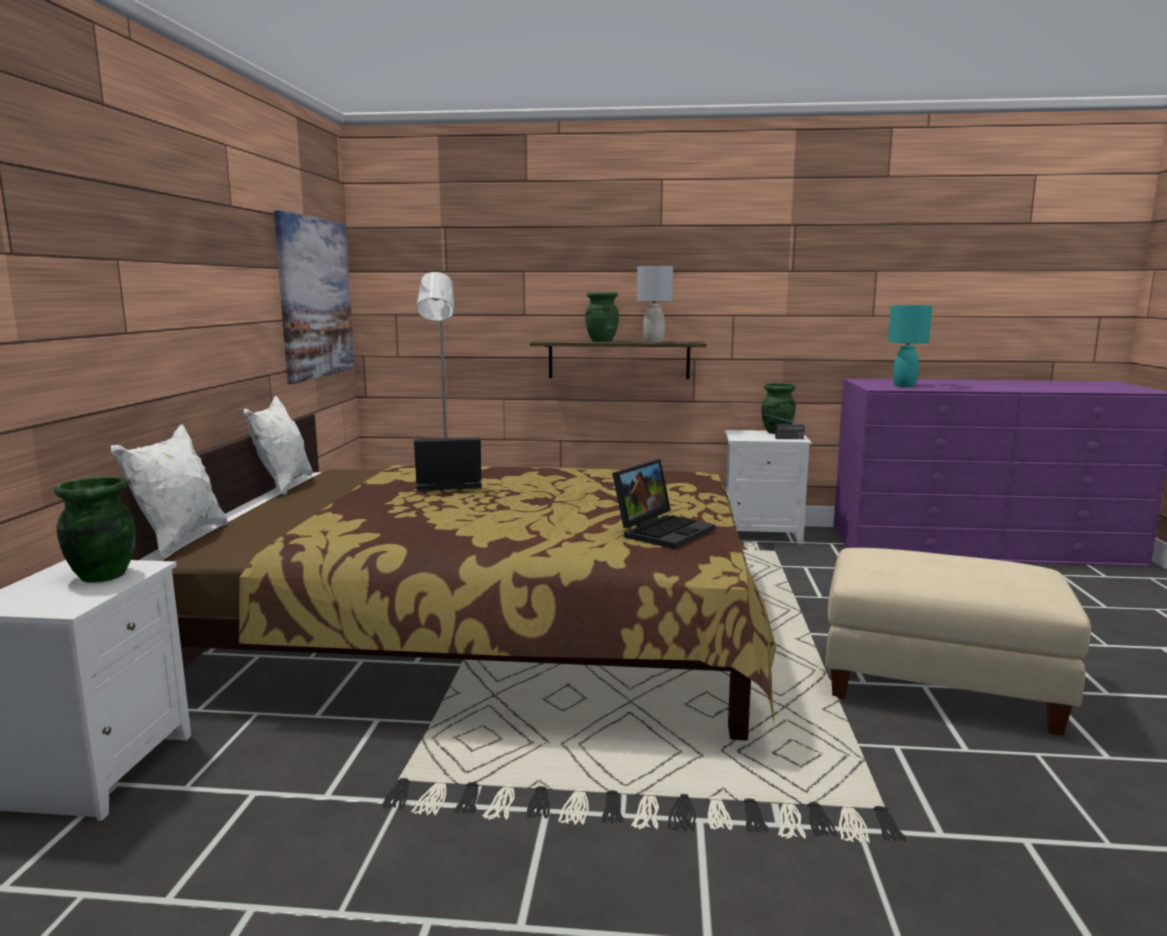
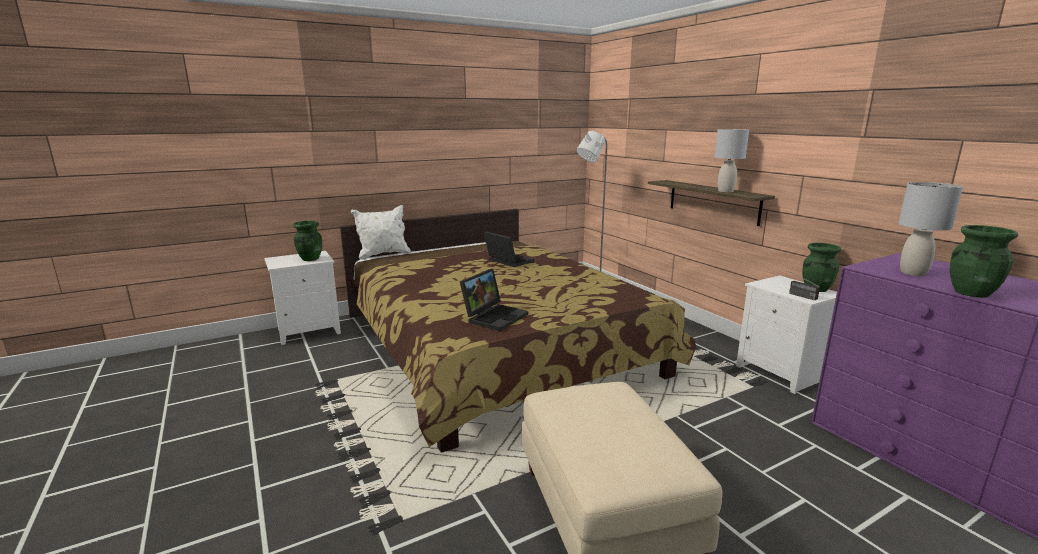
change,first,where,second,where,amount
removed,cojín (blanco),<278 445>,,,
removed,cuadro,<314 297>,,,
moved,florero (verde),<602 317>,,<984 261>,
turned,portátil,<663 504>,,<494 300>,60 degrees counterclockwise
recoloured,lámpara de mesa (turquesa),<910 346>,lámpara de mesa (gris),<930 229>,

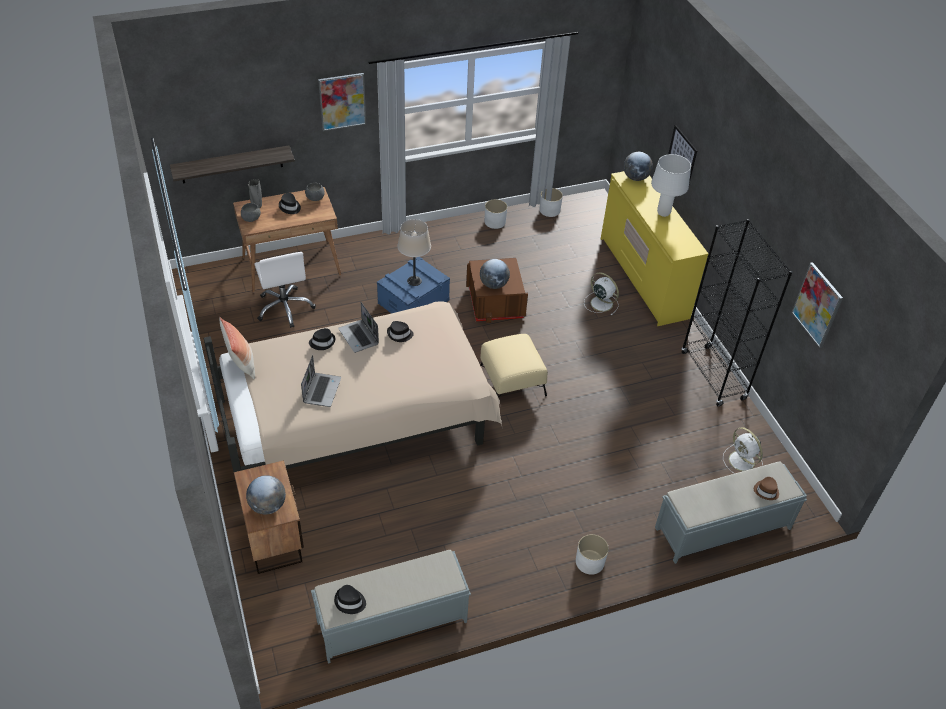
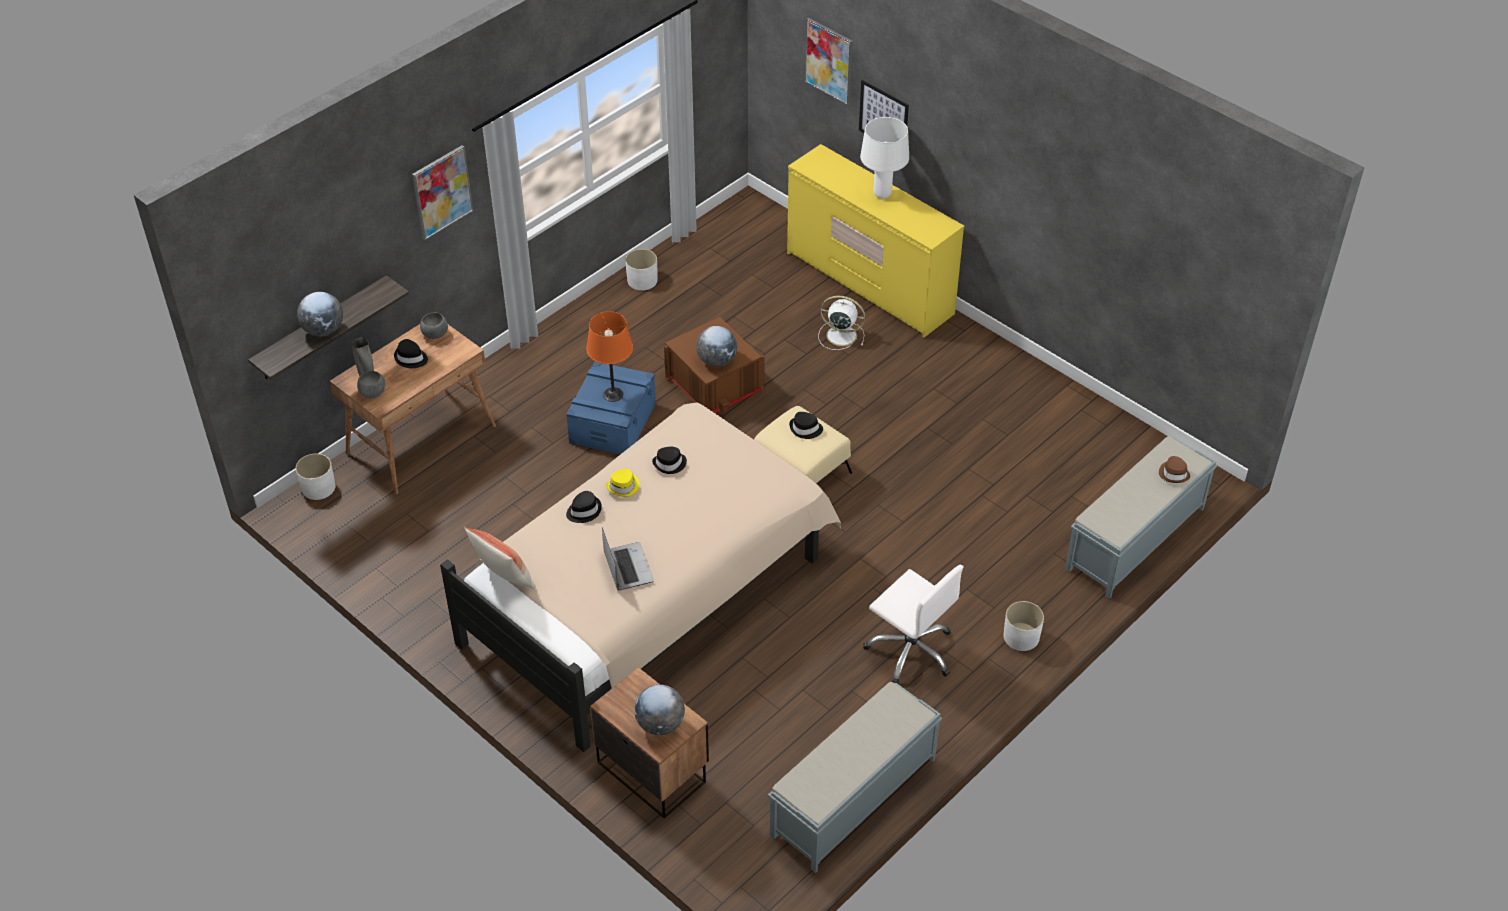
change,first,where,second,where,amount
moved,silla de oficina (blanco),<285 290>,,<913 624>,
moved,sombrero (negro),<350 599>,,<806 425>,
replaced,portátil,<358 327>,sombrero (amarillo),<623 483>,
recoloured,lámpara de mesa (beis),<414 252>,lámpara de mesa (naranja),<609 356>,
moved,maceta (blanco),<551 202>,,<315 476>,
moved,globo terráqueo,<638 166>,,<320 314>,
removed,estantería (negro),<736 312>,,,
removed,ventilador (blanco),<743 450>,,,
moved,cuadro,<817 305>,,<829 62>,

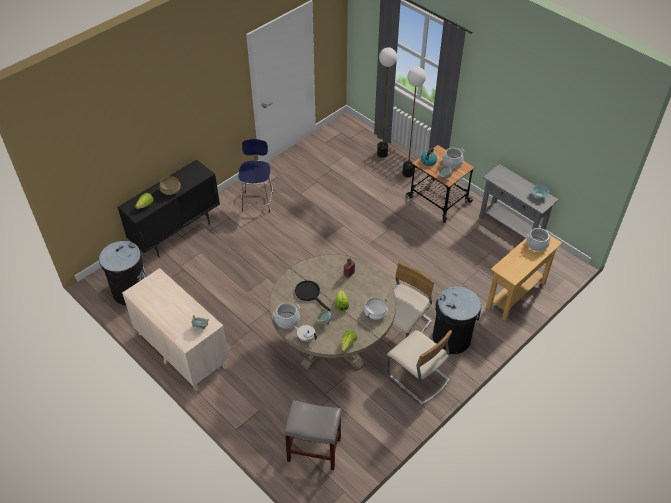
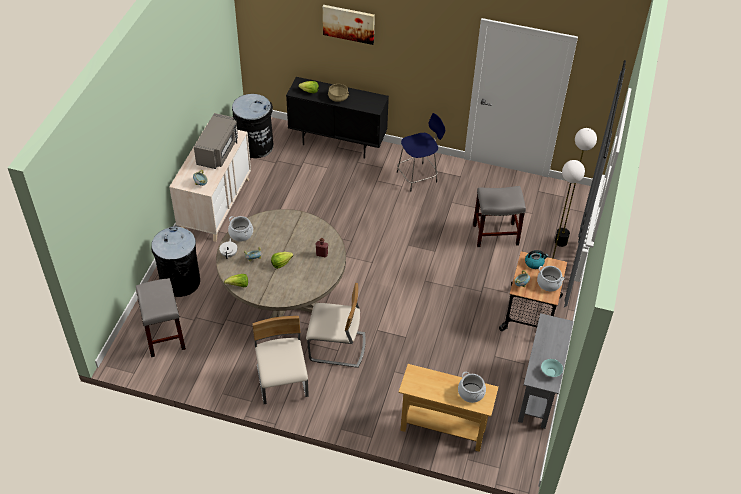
change,first,where,second,where,amount
removed,sartén (negro),<312 296>,,,
removed,olla (blanco),<376 308>,,,
turned,silla (beis),<419 367>,,<280 360>,150 degrees clockwise
moved,papelera (negro),<456 320>,,<175 261>,
added,,,microondas (gris),<216 141>,
added,,,cuadro,<349 25>,
added,,,taburete (gris),<499 216>,

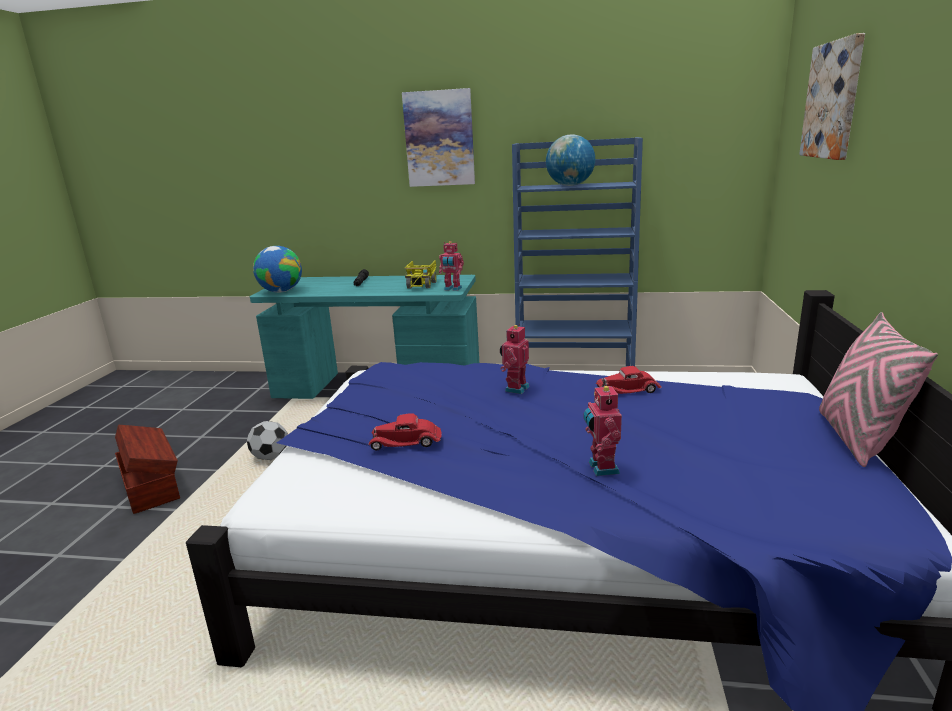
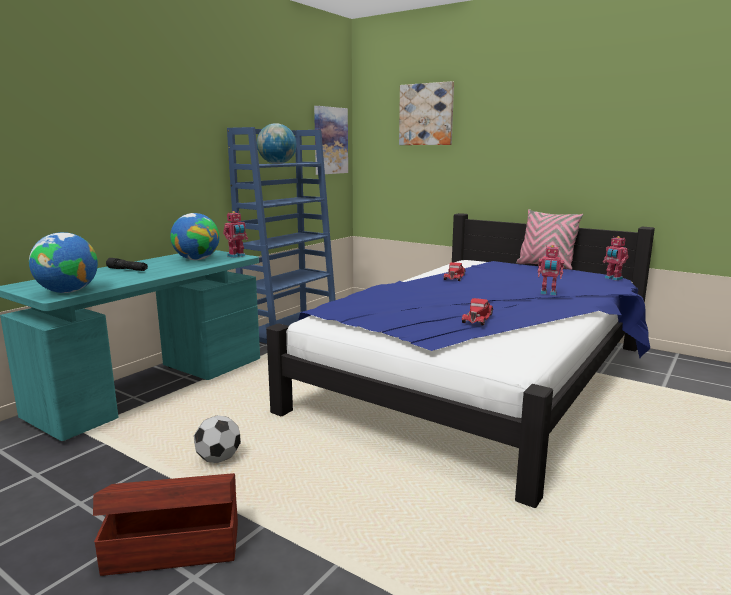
change,first,where,second,where,amount
moved,cuadro,<438 137>,,<331 140>,
replaced,camión de juguete,<420 274>,globo terráqueo,<194 236>,
moved,robot de juguete,<515 359>,,<616 258>,

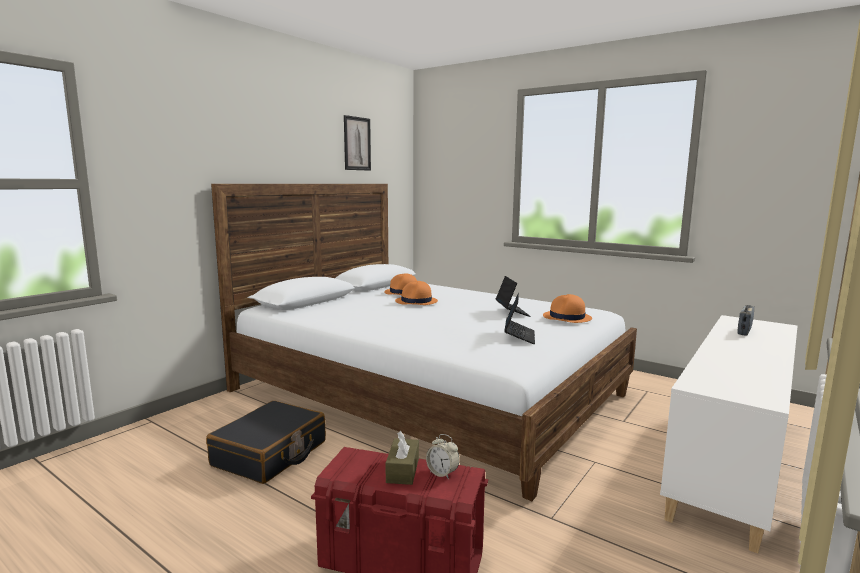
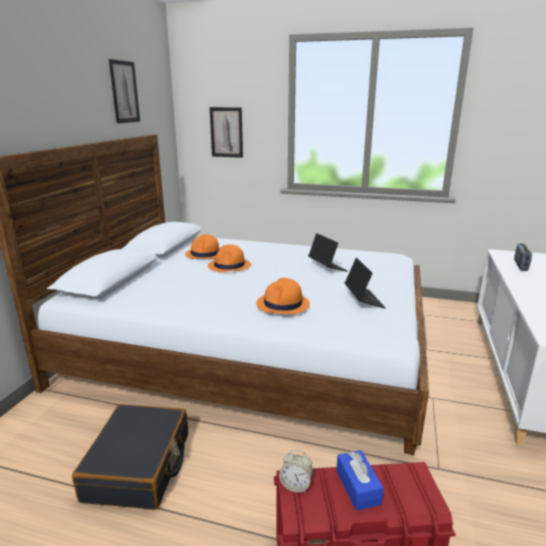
change,first,where,second,where,amount
recoloured,caja de pañuelos (marrón),<402 458>,caja de pañuelos (azul),<360 480>,
moved,despertador,<443 456>,,<296 471>,
moved,sombrero (naranja),<567 308>,,<283 296>,
added,,,cuadro,<226 132>,

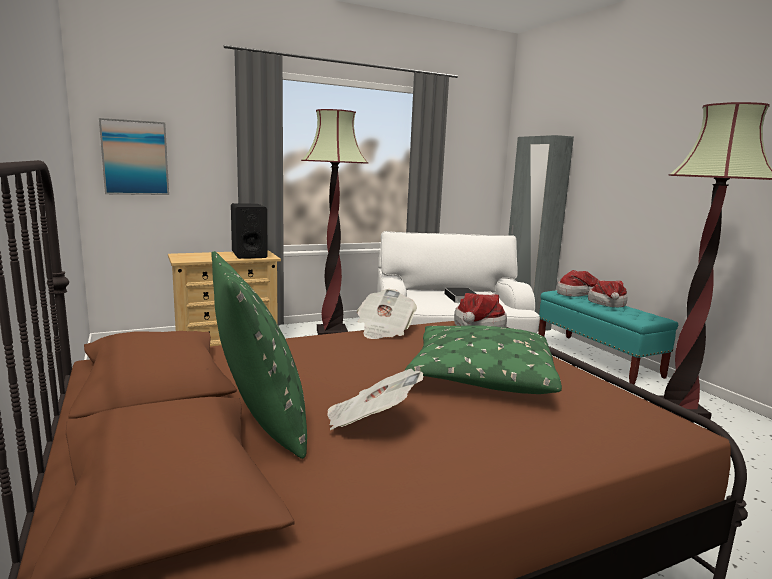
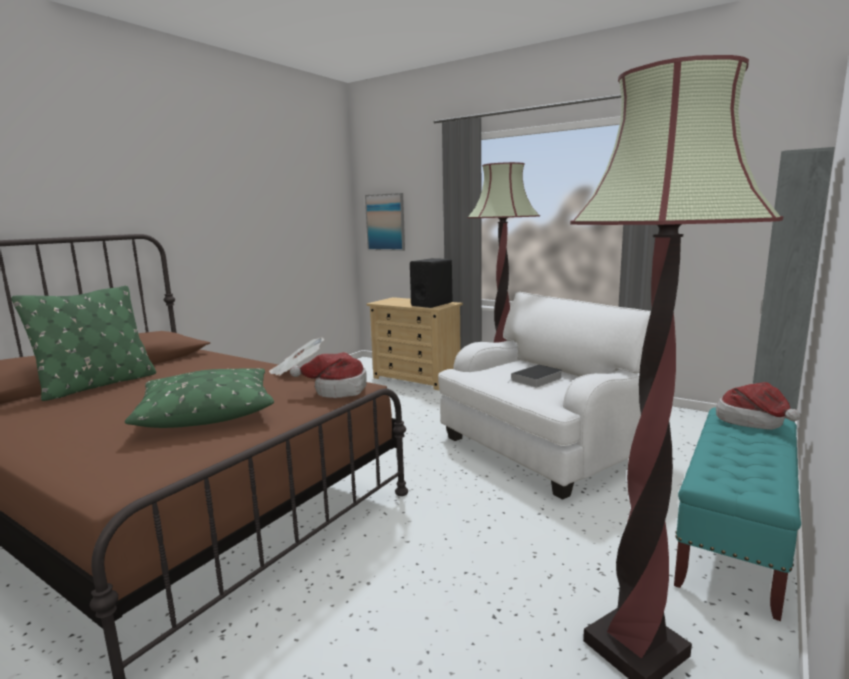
change,first,where,second,where,amount
removed,periódico,<375 399>,,,
removed,sombrero,<608 294>,,,

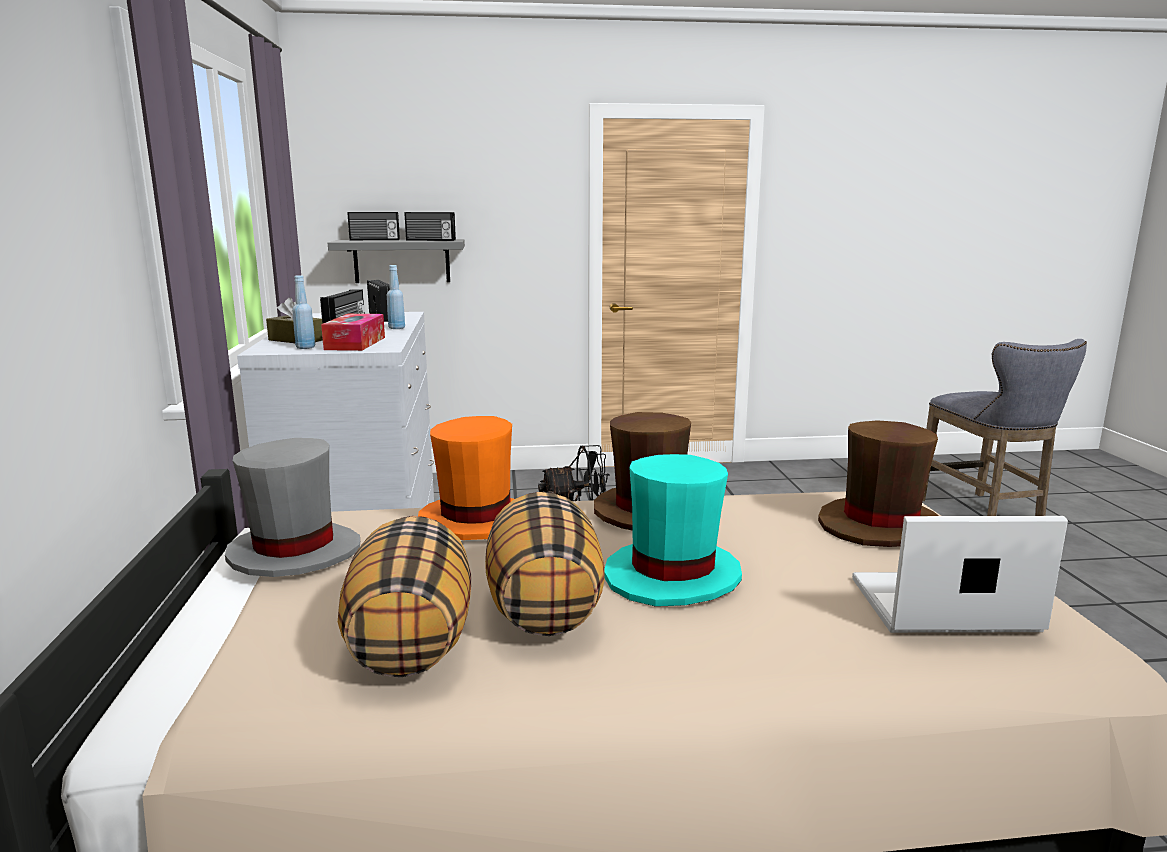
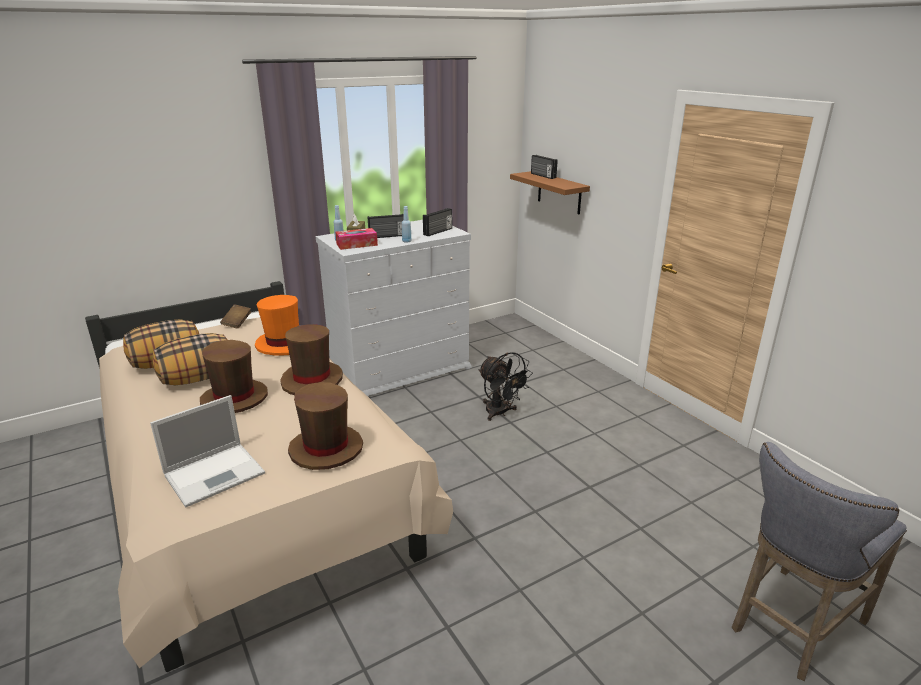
change,first,where,second,where,amount
replaced,sombrero (gris),<292 507>,libro (marrón),<235 316>,
recoloured,estante (gris),<396 261>,estante (marrón),<550 192>,
removed,radio,<430 226>,,,
recoloured,sombrero (turquesa),<673 530>,sombrero (marrón),<234 376>,
turned,portátil,<960 574>,,<207 451>,75 degrees clockwise

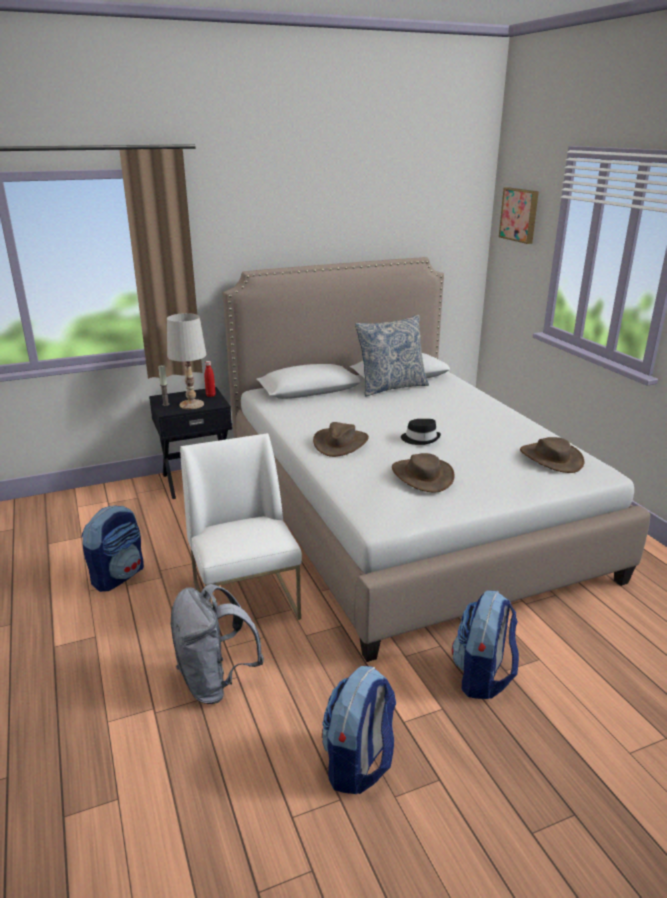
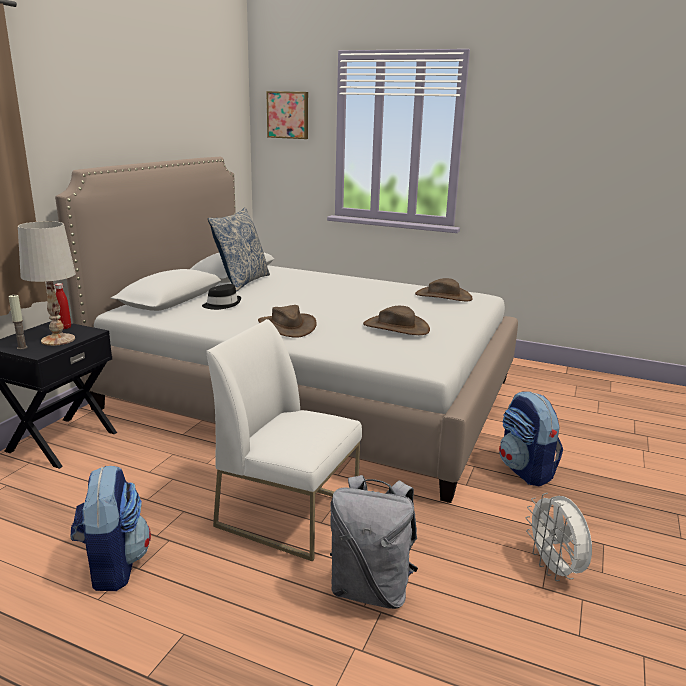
change,first,where,second,where,amount
replaced,mochila,<359 730>,ventilador (blanco),<559 537>,
moved,sombrero (negro),<421 432>,,<221 297>,

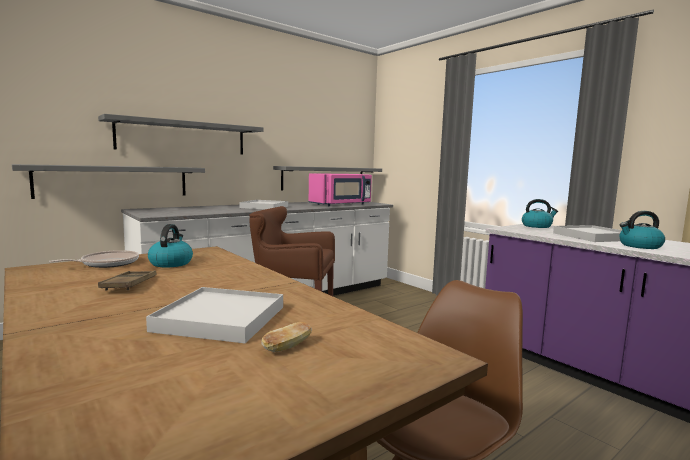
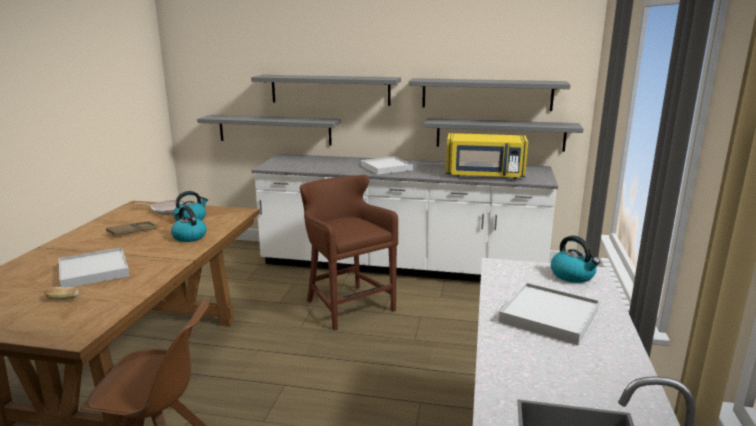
change,first,where,second,where,amount
recoloured,microondas (rosa),<340 189>,microondas (amarillo),<487 156>,
moved,hervidor,<642 230>,,<189 224>,
added,,,estante (gris),<489 94>,

